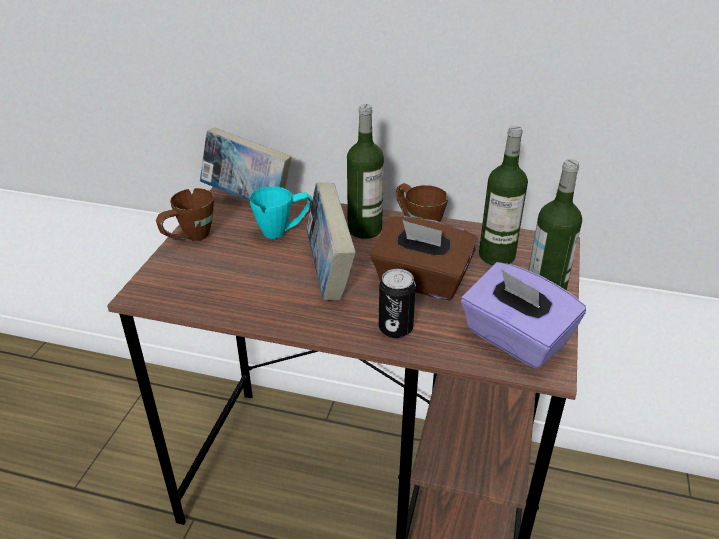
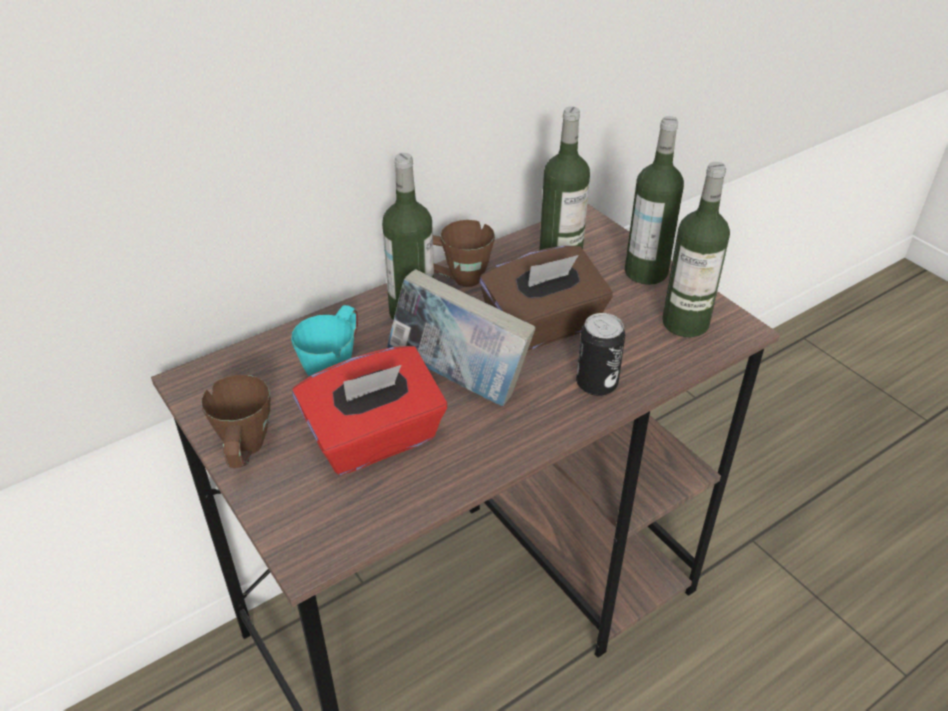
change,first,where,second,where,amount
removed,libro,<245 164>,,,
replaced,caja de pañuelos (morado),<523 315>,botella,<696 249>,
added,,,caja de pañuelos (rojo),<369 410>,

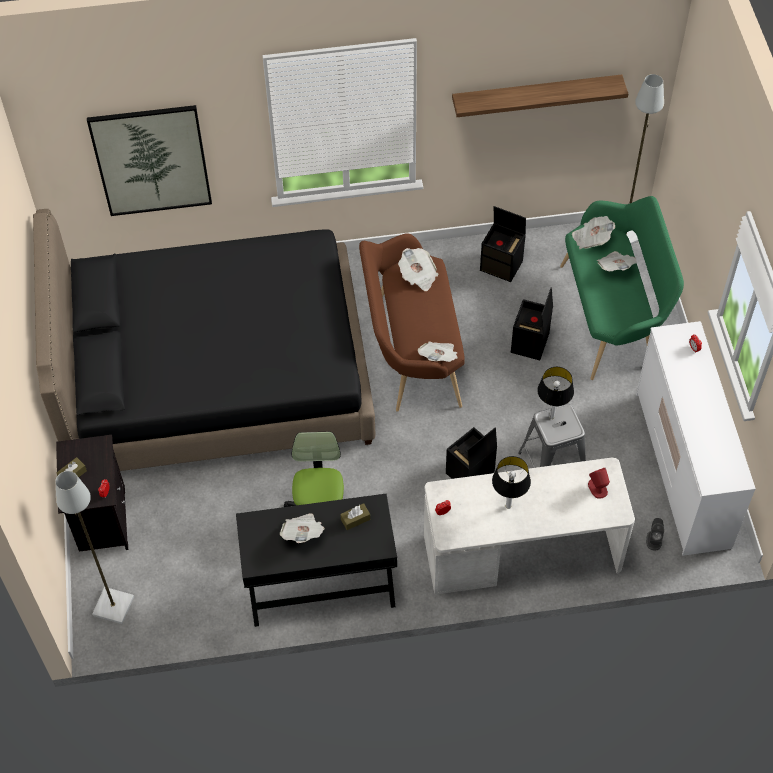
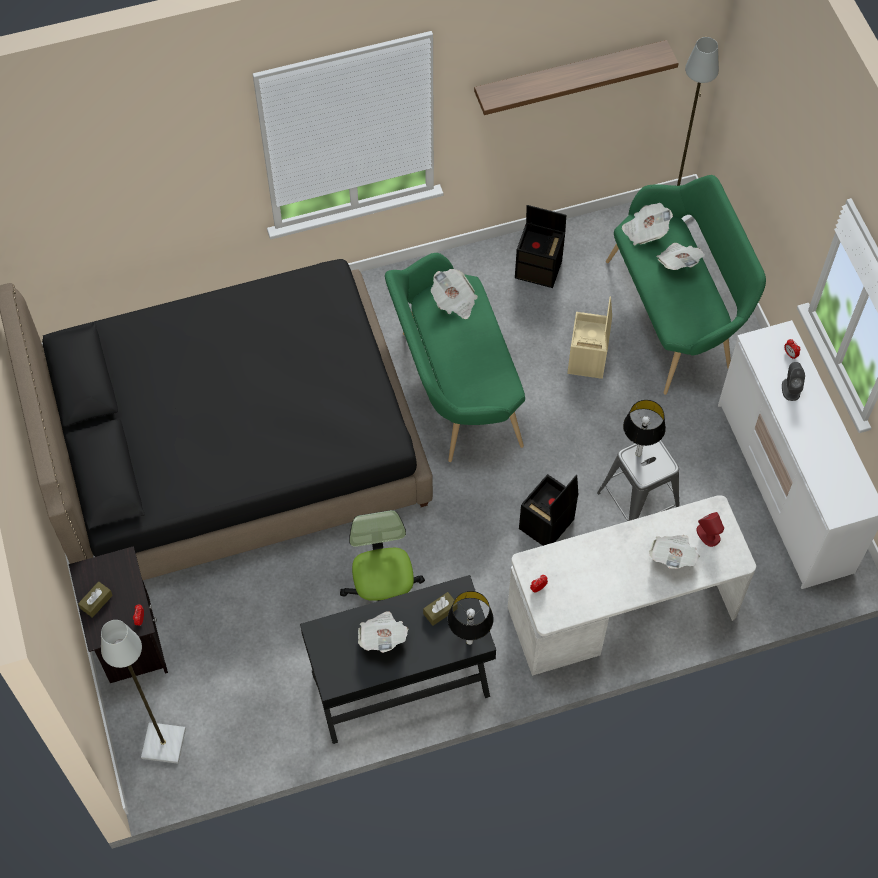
change,first,where,second,where,amount
removed,cuadro,<149 160>,,,
recoloured,banco (marrón),<412 323>,banco (verde),<455 357>,
moved,periódico,<438 352>,,<674 552>,
moved,lámpara de mesa,<511 482>,,<471 618>,
recoloured,caja de almacenaje (negro),<532 323>,caja de almacenaje (beis),<589 337>,
moved,altavoz (gris),<655 534>,,<793 381>,

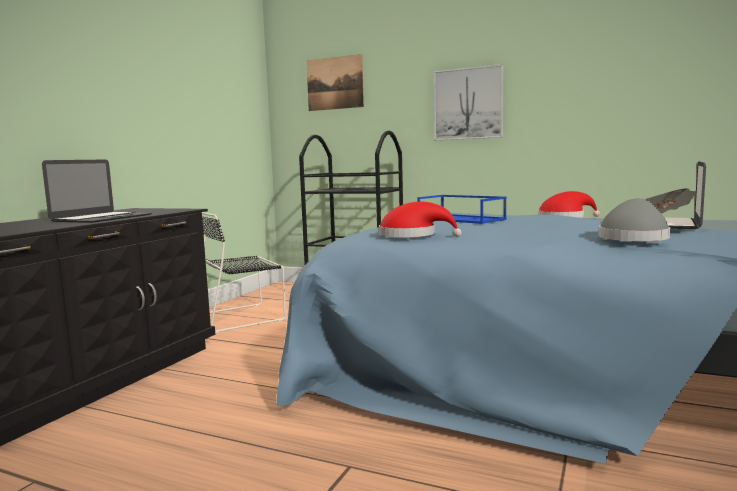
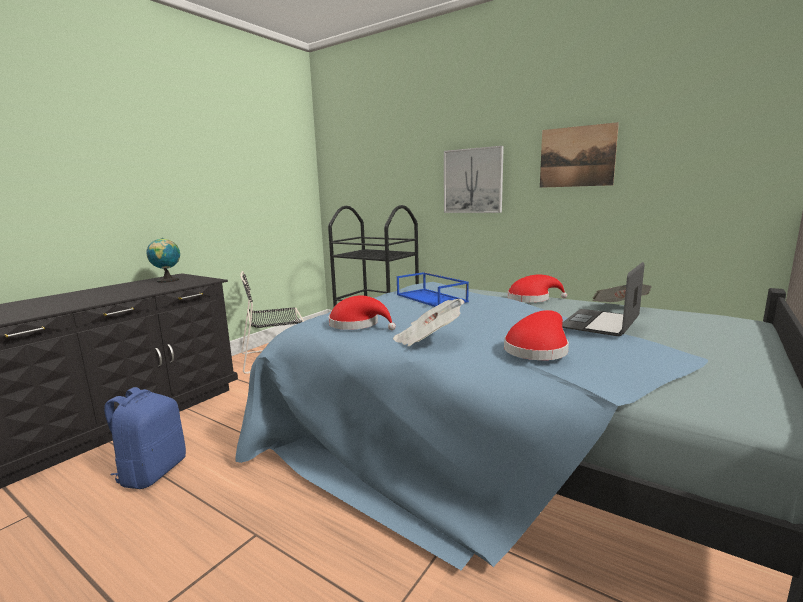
change,first,where,second,where,amount
removed,portátil,<97 191>,,,
moved,cuadro,<335 82>,,<579 155>,
recoloured,sombrero (gris),<634 219>,sombrero (rojo),<536 335>,
added,,,mochila (azul),<145 438>,
added,,,globo terráqueo,<163 260>,
added,,,periódico,<429 322>,

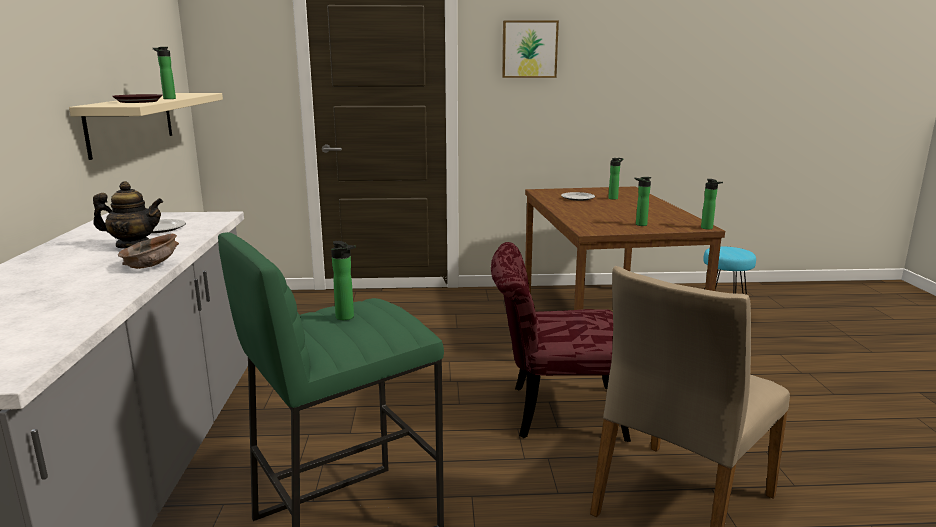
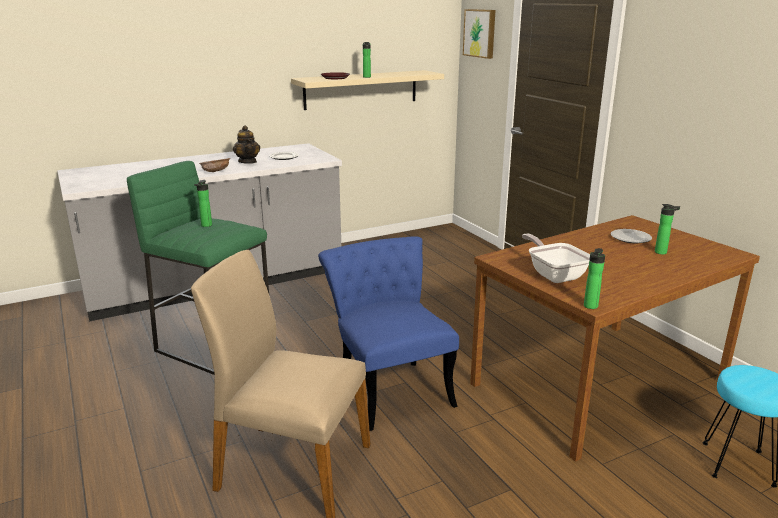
change,first,where,second,where,amount
recoloured,silla (rojo),<561 342>,silla (azul),<388 333>,
moved,cuadro,<530 49>,,<479 34>,
replaced,botella,<643 201>,sartén,<556 258>,

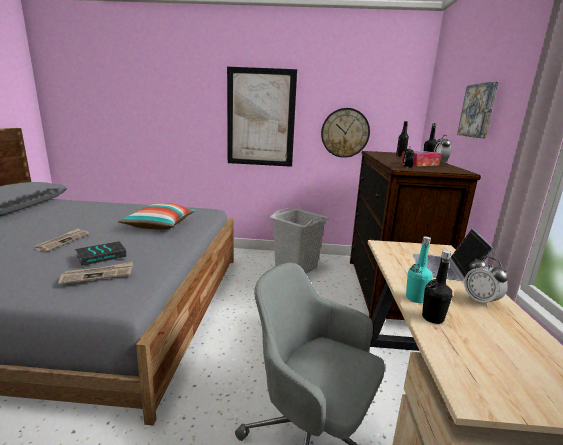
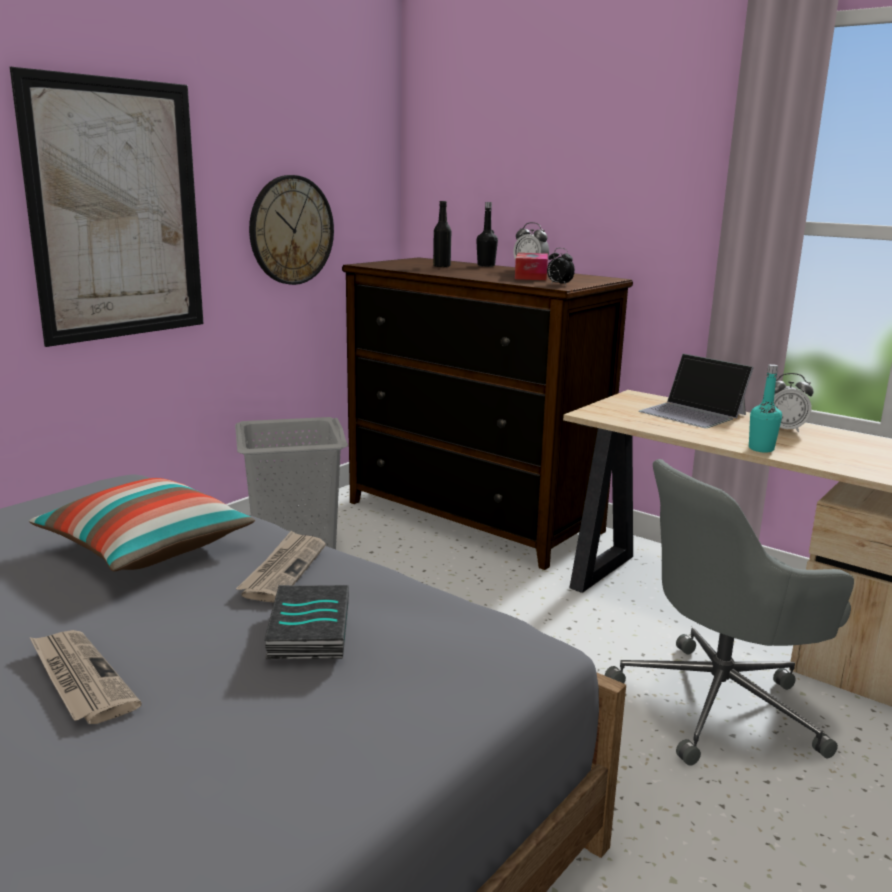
change,first,where,second,where,amount
moved,periódico,<95 273>,,<281 567>,
removed,botella (negro),<437 287>,,,
removed,cuadro,<477 109>,,,

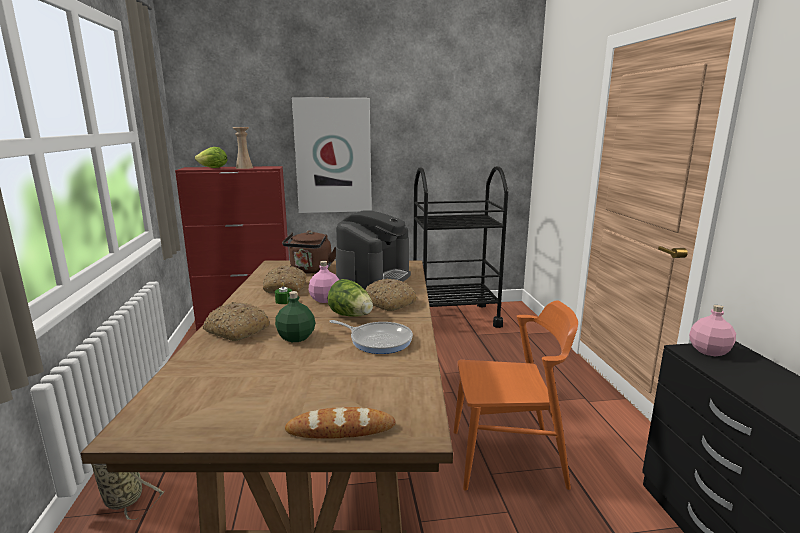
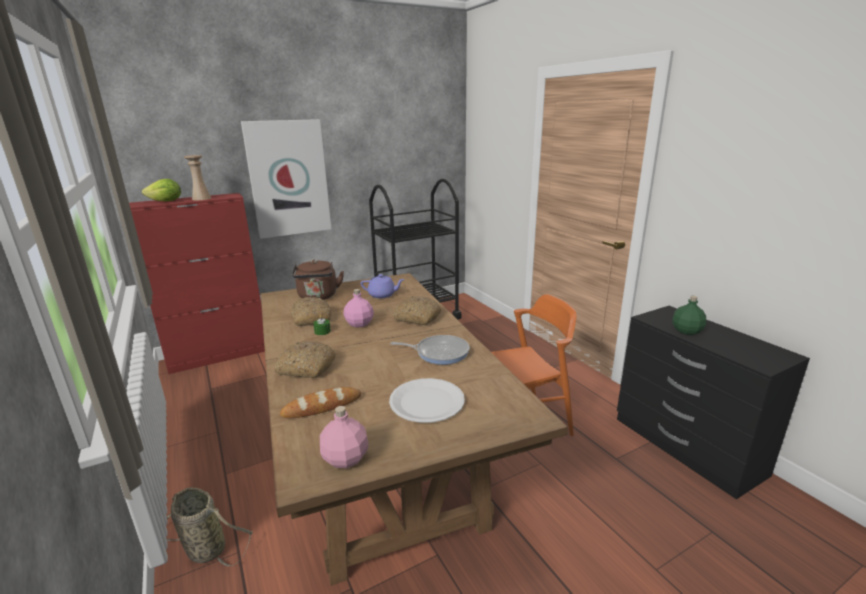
change,first,where,second,where,amount
moved,botella (verde),<295 316>,,<689 315>,
moved,pan,<340 423>,,<320 402>,
removed,lechuga,<350 298>,,,
replaced,cafetera,<373 250>,tetera (morado),<383 286>,
moved,botella (rosa),<712 330>,,<344 437>,
added,,,plato (blanco),<427 400>,

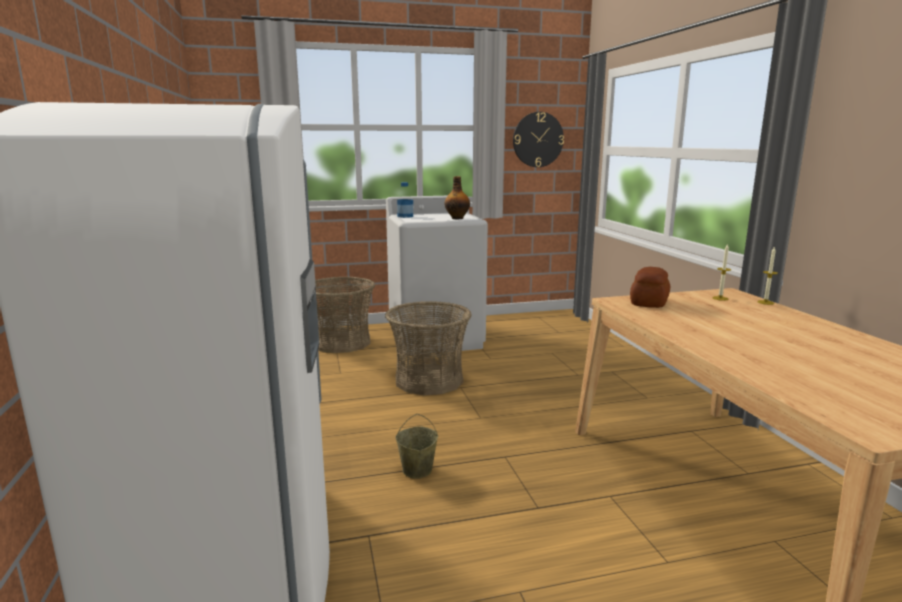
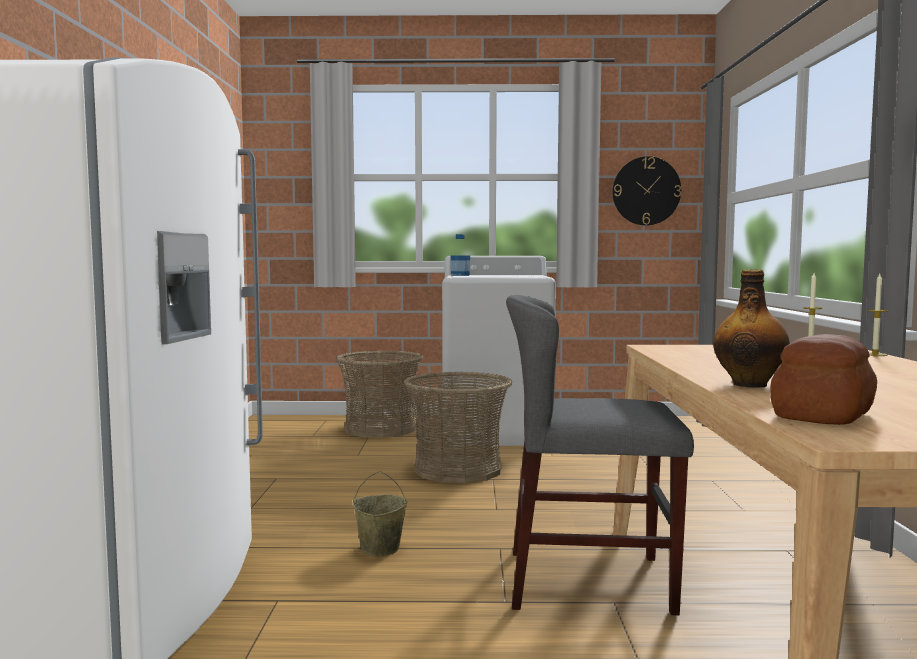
change,first,where,second,where,amount
moved,botella,<457 197>,,<751 329>,
moved,pan,<650 287>,,<823 379>,
added,,,silla (gris),<600 455>,

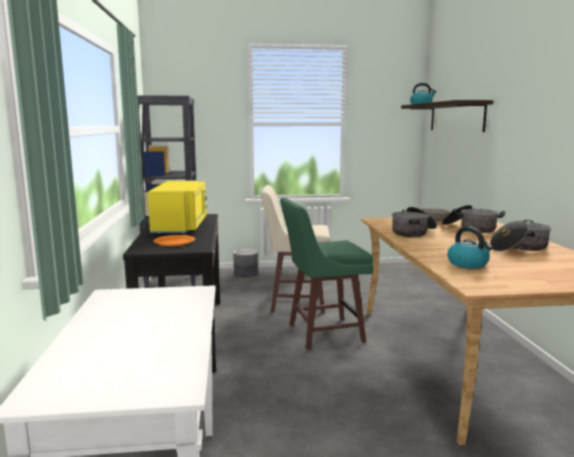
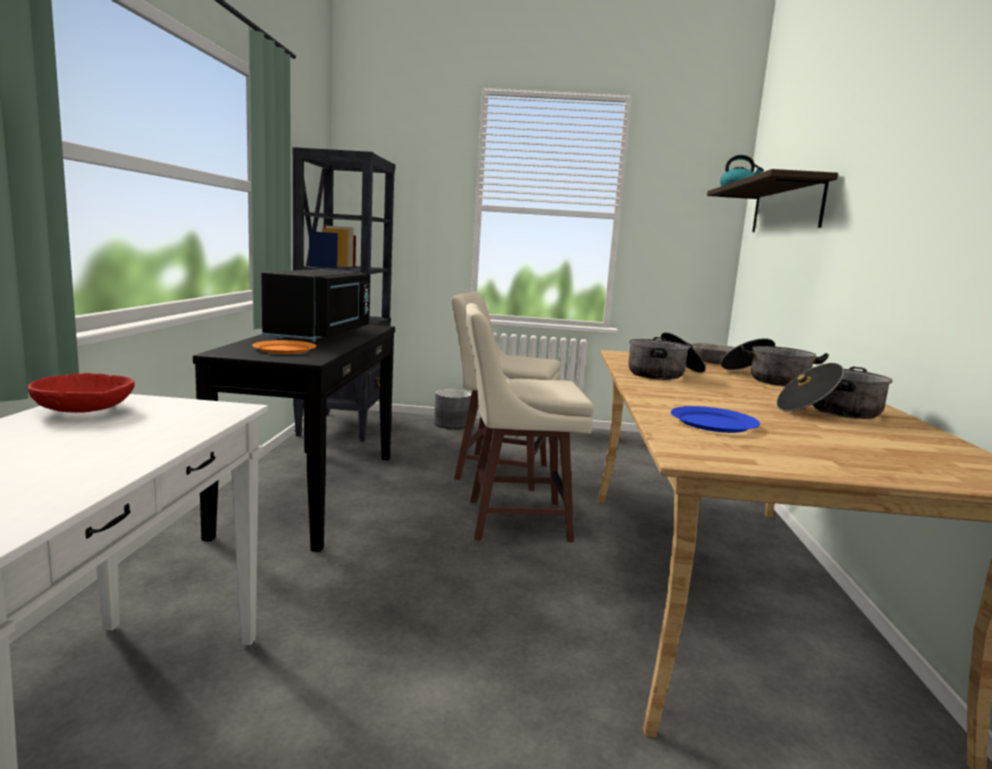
change,first,where,second,where,amount
recoloured,microondas (amarillo),<177 207>,microondas (negro),<315 305>,
recoloured,taburete (verde),<327 274>,taburete (beis),<529 422>,
replaced,hervidor,<470 247>,plato (azul),<715 419>,
added,,,cuenco (rojo),<81 393>,

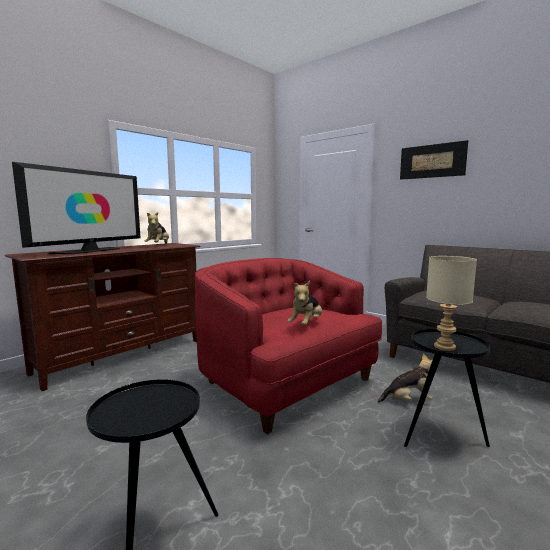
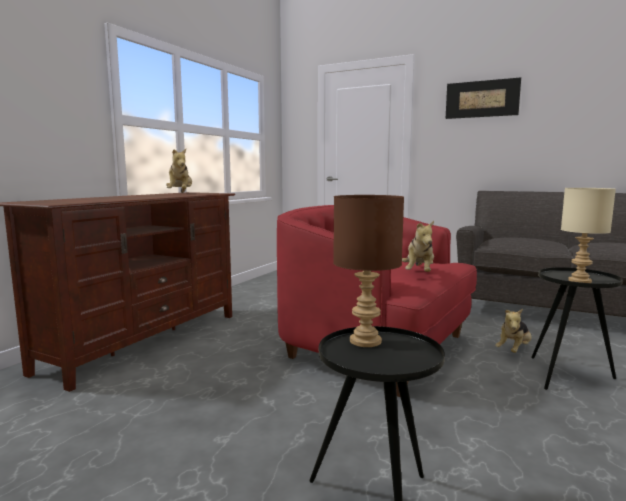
change,first,where,second,where,amount
removed,televisor,<76 208>,,,
turned,peluche,<405 378>,,<513 331>,150 degrees clockwise
added,,,lámpara de mesa (marrón),<368 271>,

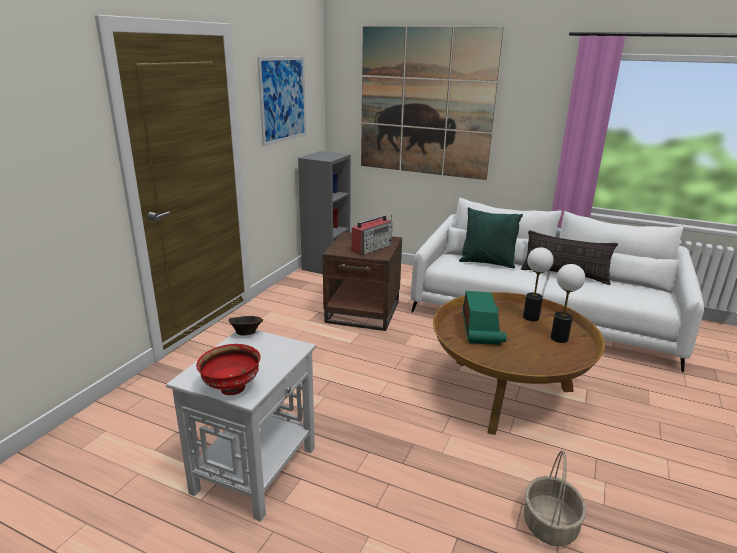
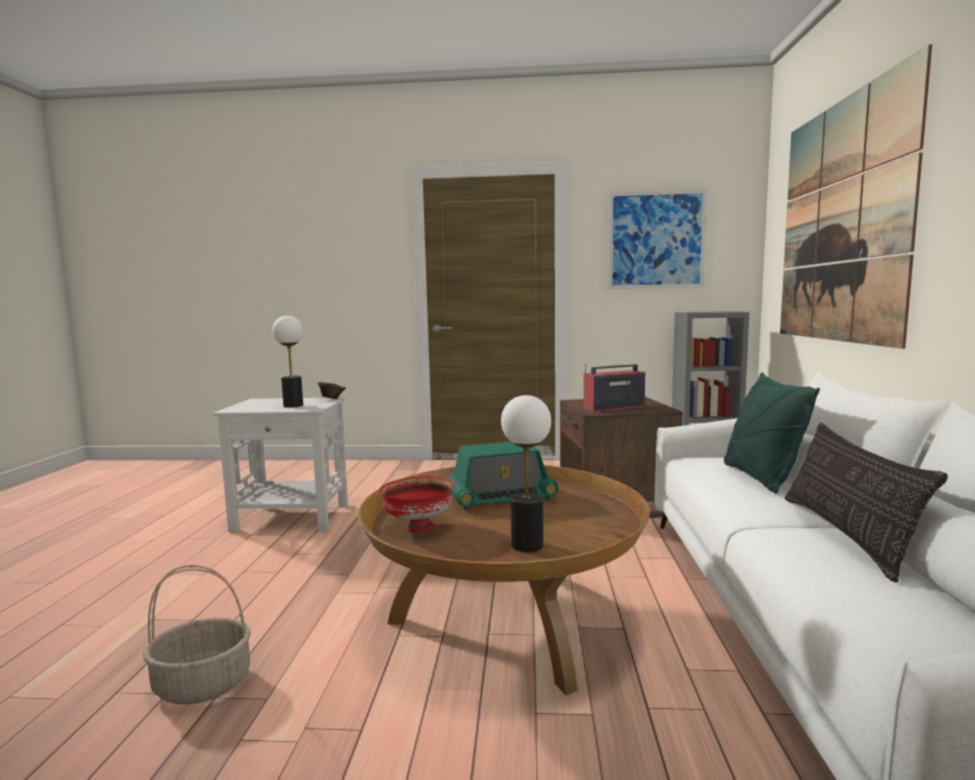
change,first,where,second,where,amount
moved,cuenco (rojo),<228 369>,,<416 504>,
turned,radio,<372 235>,,<614 387>,135 degrees clockwise
moved,lámpara de mesa,<538 284>,,<287 362>,

